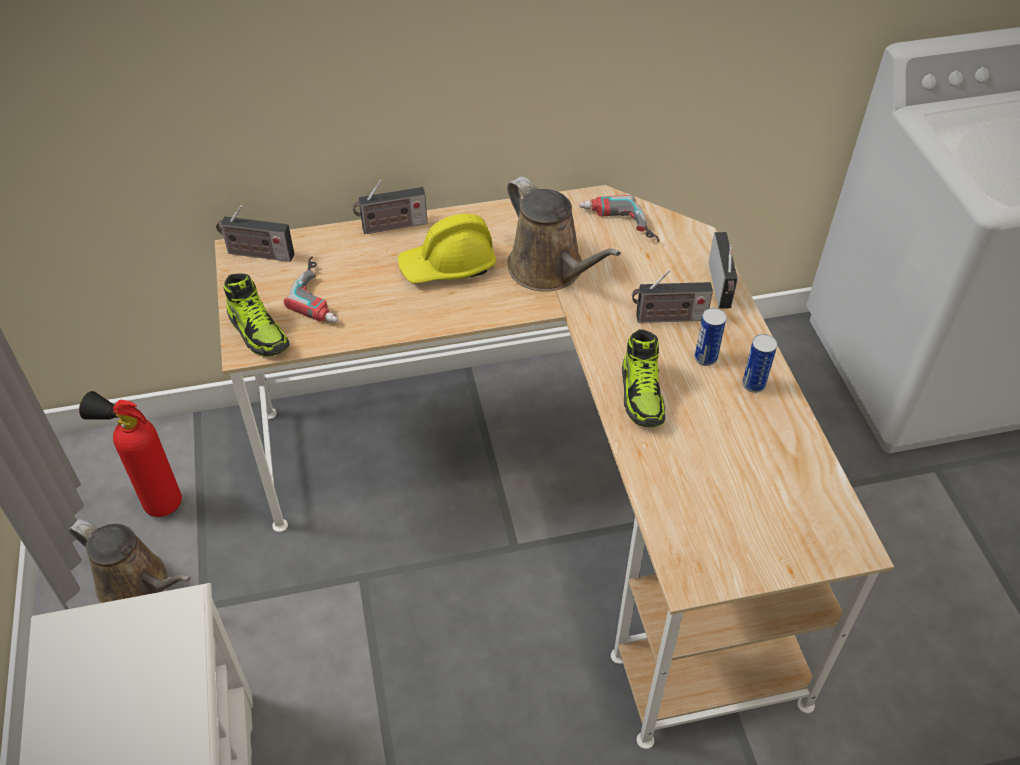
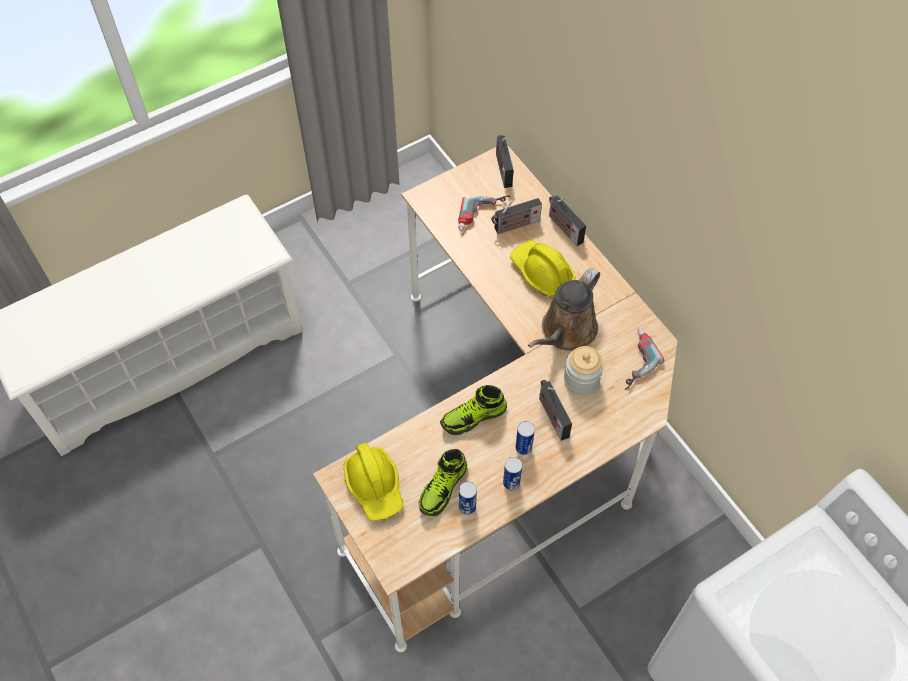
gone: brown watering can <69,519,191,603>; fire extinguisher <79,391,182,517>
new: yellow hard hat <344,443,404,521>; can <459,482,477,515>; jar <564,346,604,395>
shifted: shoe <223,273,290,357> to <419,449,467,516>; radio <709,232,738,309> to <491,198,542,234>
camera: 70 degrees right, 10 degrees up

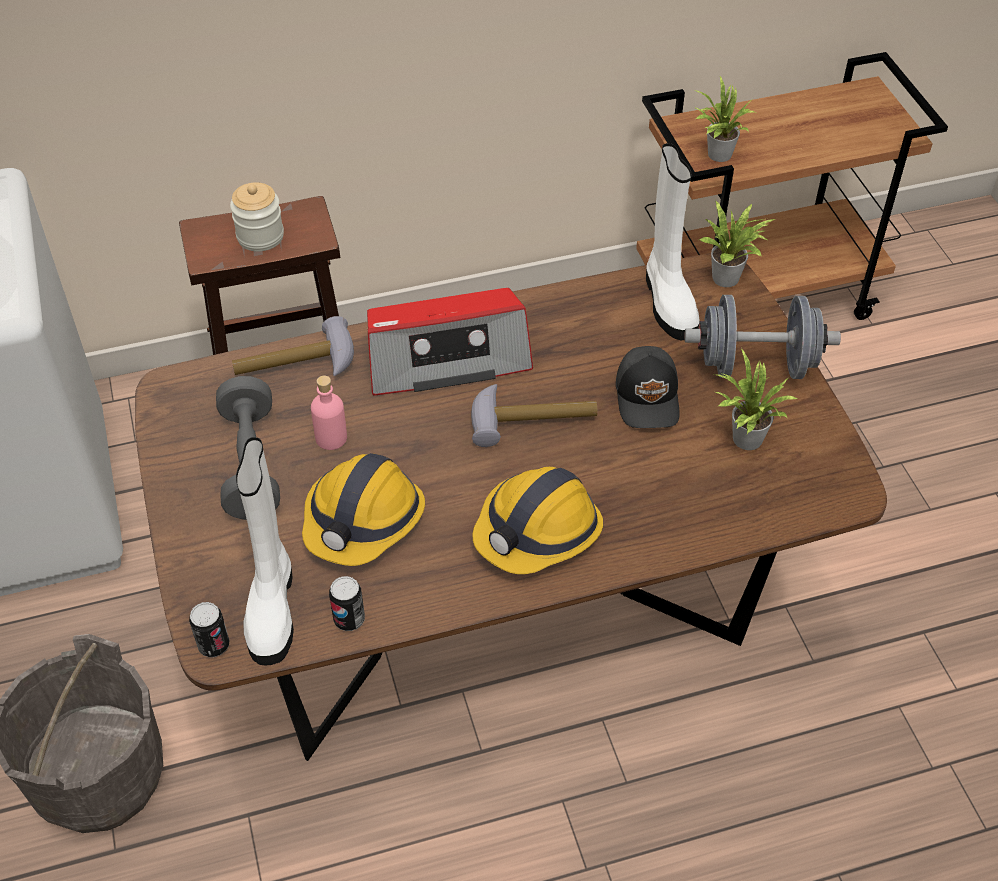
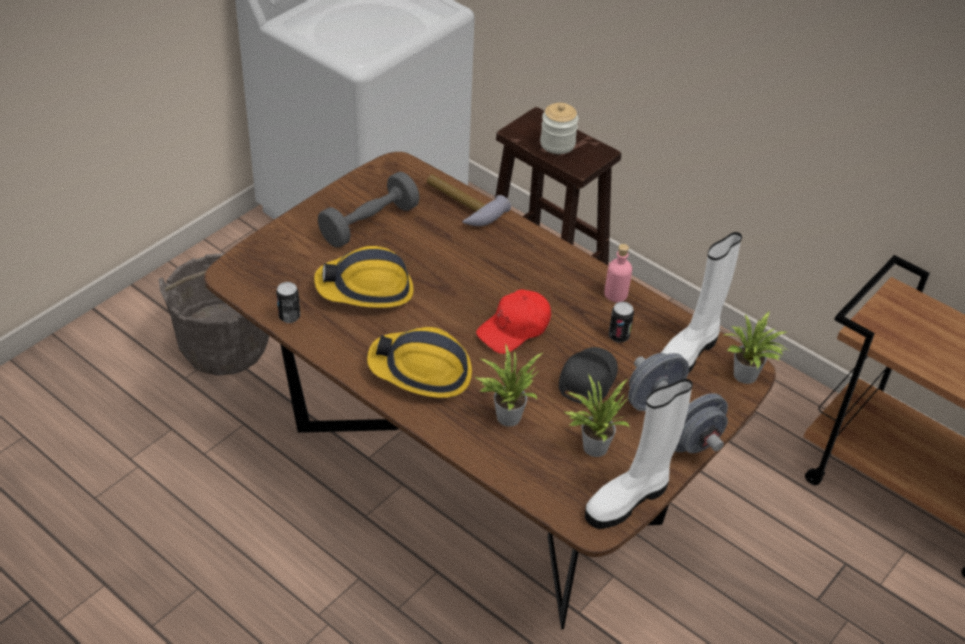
gone: radio <367,288,533,396>
shifted: potted plant <694,76,755,162> to <475,343,544,427>; white boot <236,437,294,666> to <585,379,693,529>; pink bottle <311,376,347,450> to <604,244,632,302>; can <189,602,229,657> to <608,301,634,343>
swapped: hammer <471,384,597,447> to red cap <476,289,551,354>
rotated: black cap <616,346,680,428> = <559,347,618,404> 150 degrees clockwise
camera: 55 degrees right, 5 degrees down

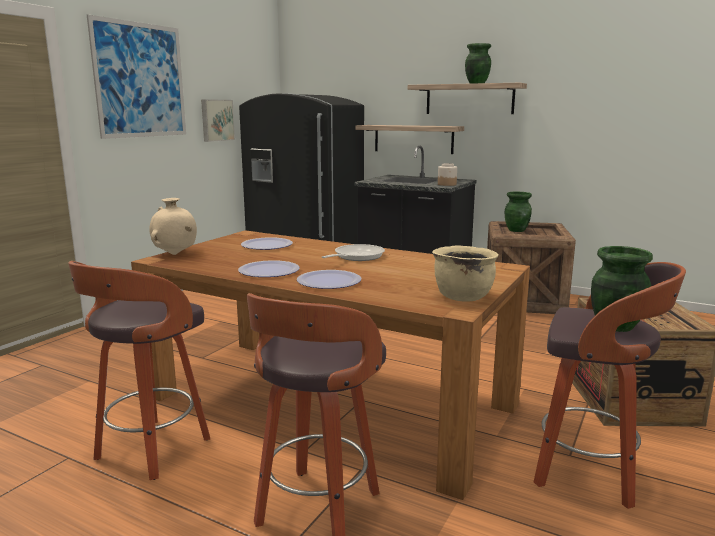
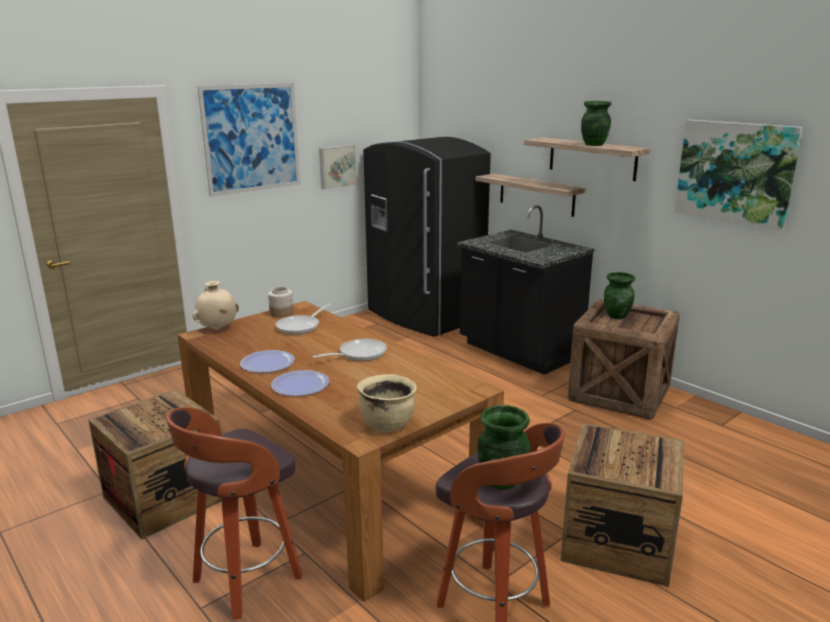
new: picture <675,120,803,230>
shifted: jar <438,163,457,186> to <268,287,294,318>
swapped: stool <68,261,210,480> to crate <88,389,222,539>; plate <241,237,293,250> to frying pan <276,304,331,335>
camera: 20 degrees right, 5 degrees up

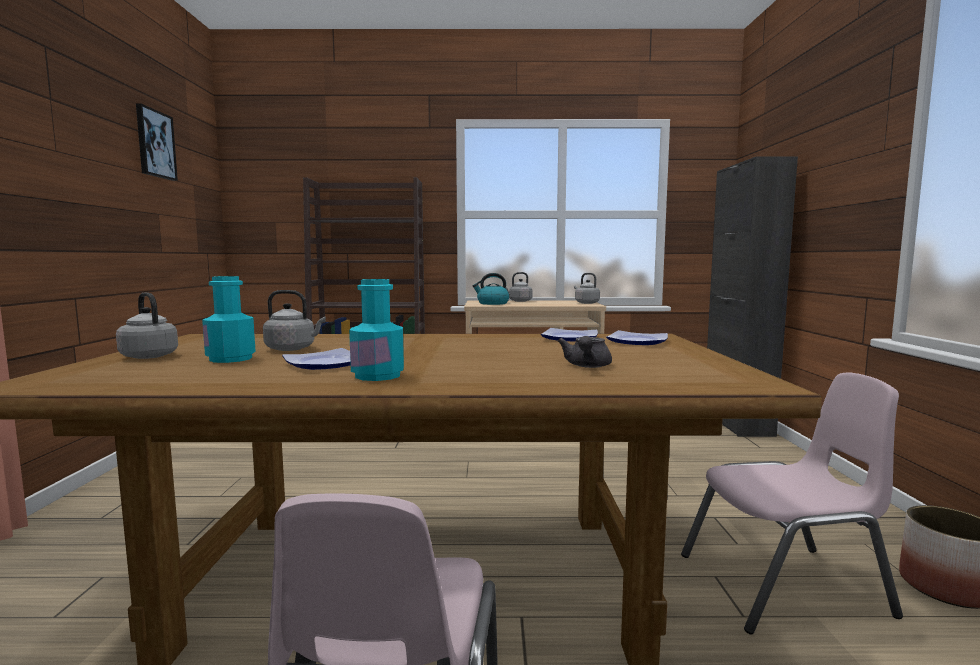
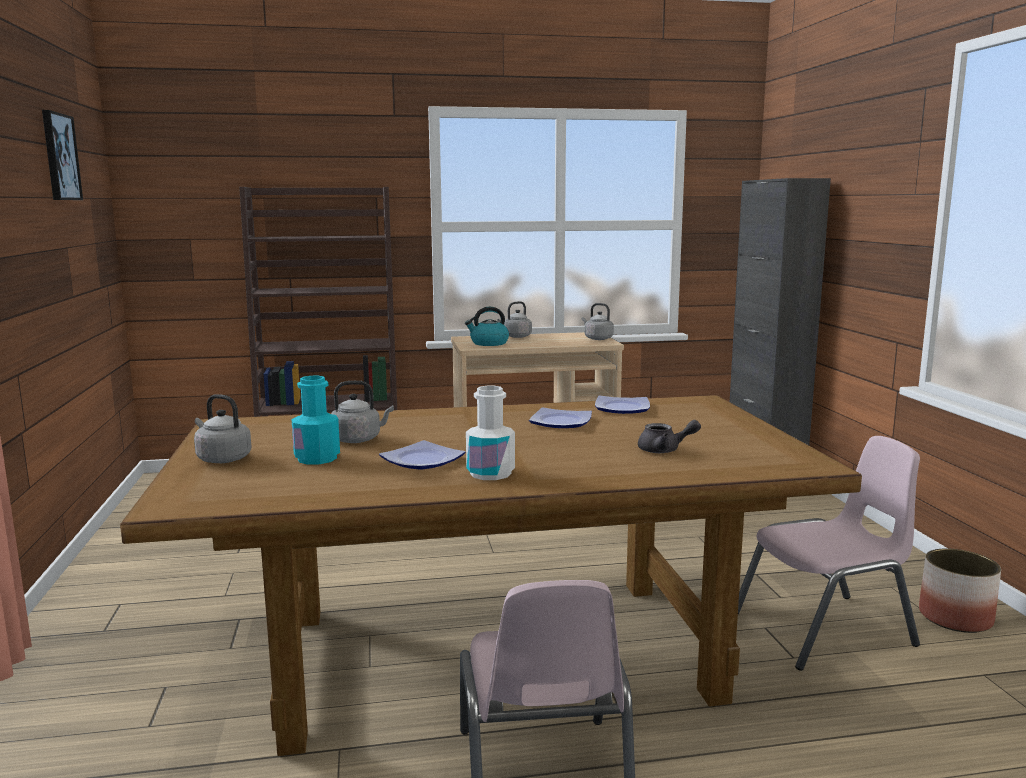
shifted: plate <606,330,668,345> to <529,407,592,428>
repainted: turquoise bottle <349,279,404,381> to white bottle <466,386,515,480>
rotated: grey teapot <558,336,612,368> = <638,420,701,453> 90 degrees counterclockwise
camera: 10 degrees left, 5 degrees up

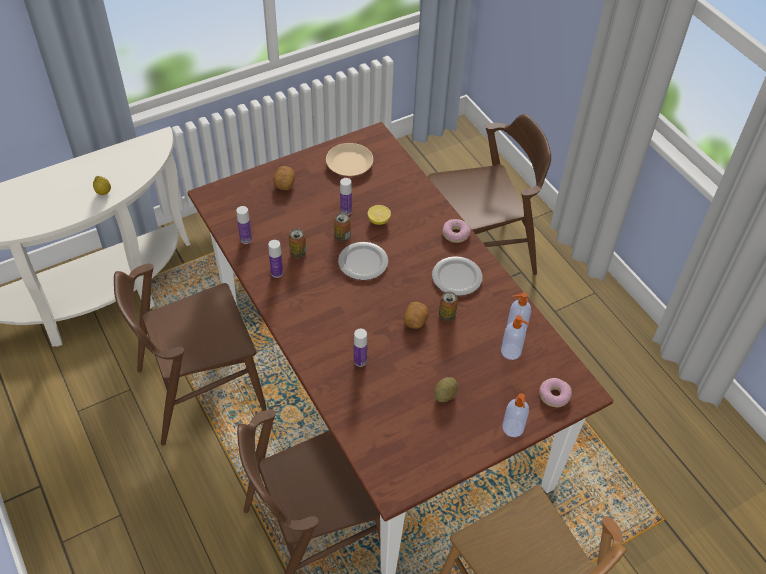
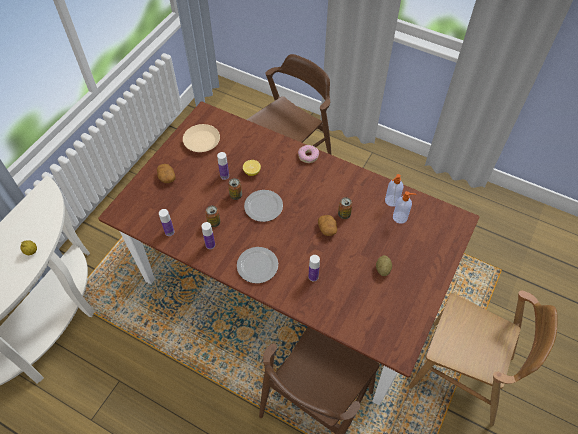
gone: brown chair <114,264,267,446>; soap dispenser <502,393,529,437>; donut <539,378,572,407>
shifted: plate <432,256,483,296> to <237,247,278,283>
camera: 30 degrees left, 5 degrees up

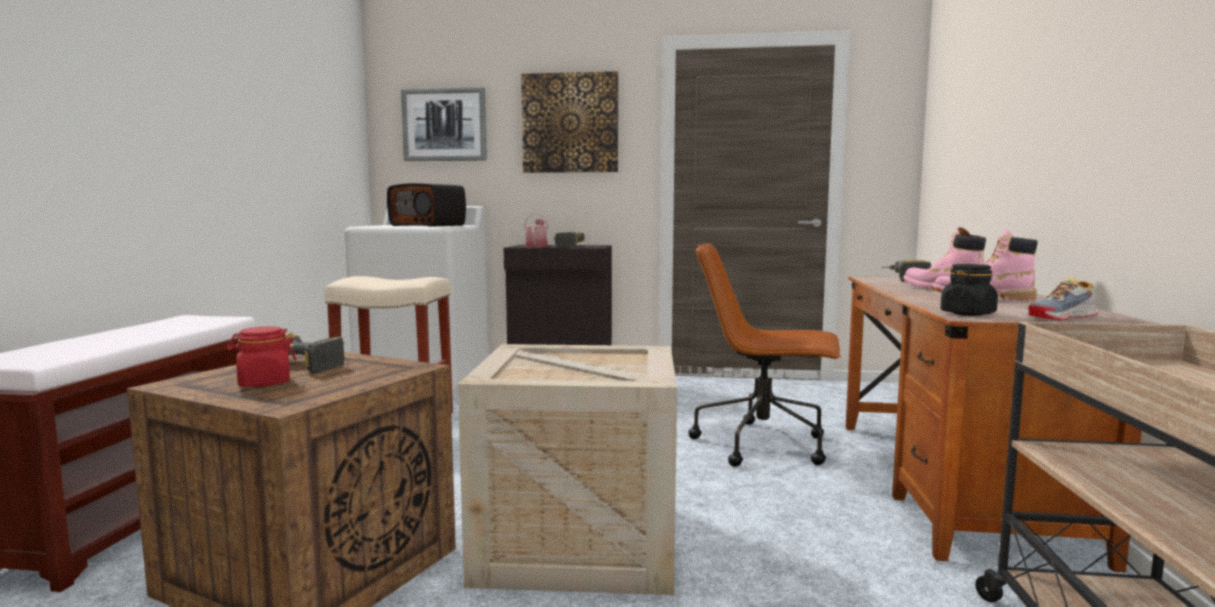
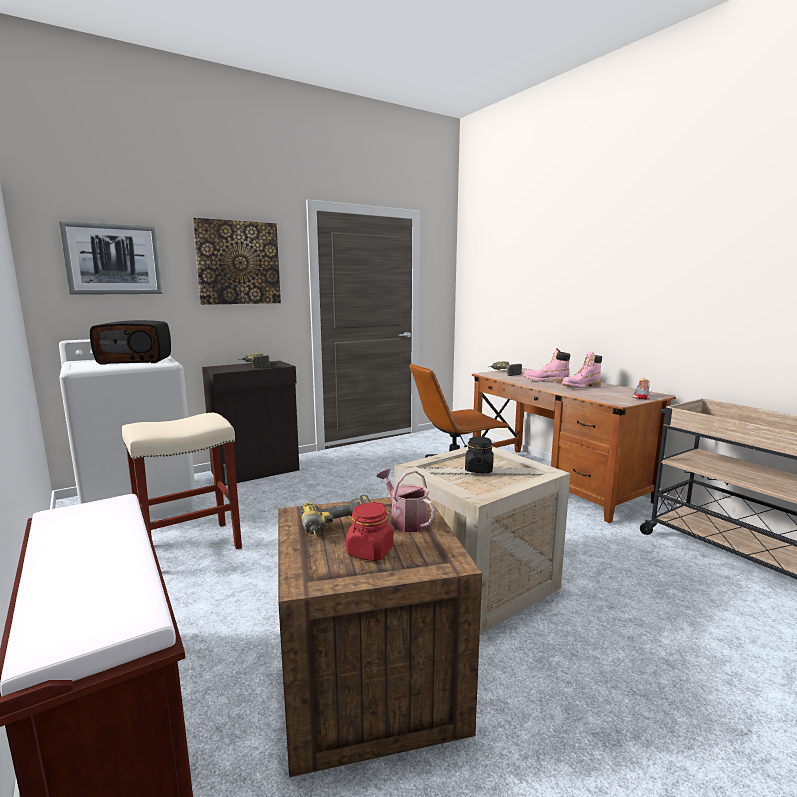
shifted: watering can <524,214,549,247> to <377,469,436,532>; black jar <940,264,998,316> to <465,437,494,473>
camera: 40 degrees left, 5 degrees up

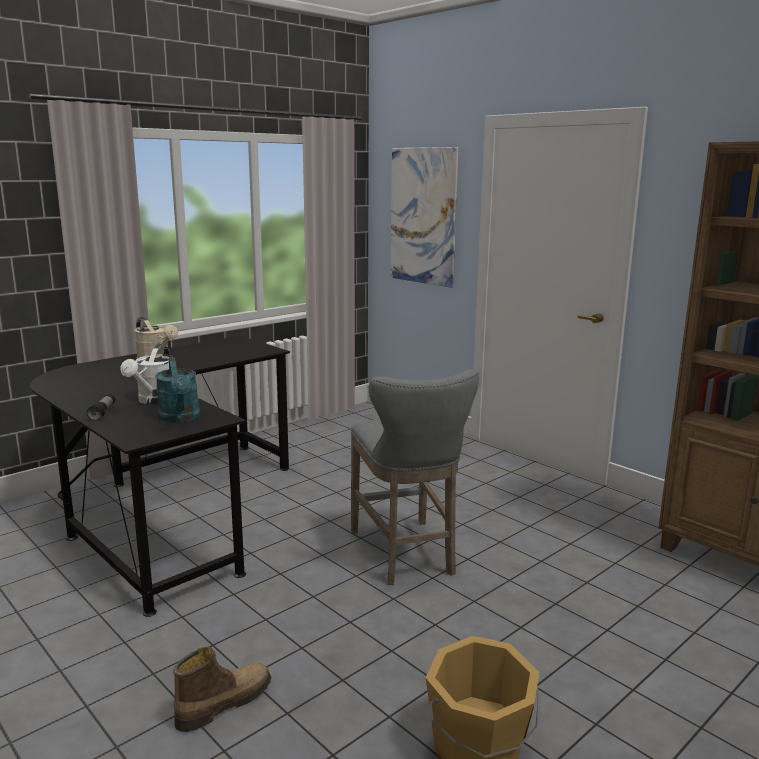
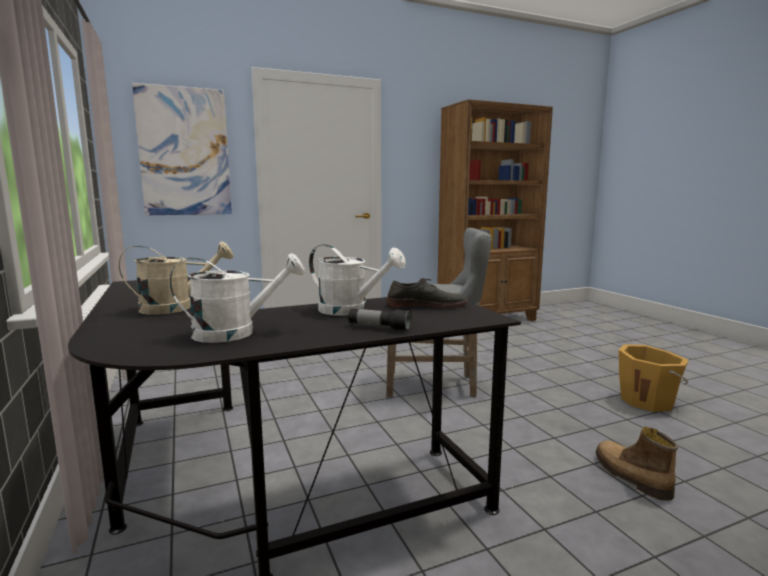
new: white watering can <169,253,305,343>
swapped: turquoise watering can <155,357,200,423> to grey shoe <386,278,468,308>
camera: 70 degrees left, 5 degrees down

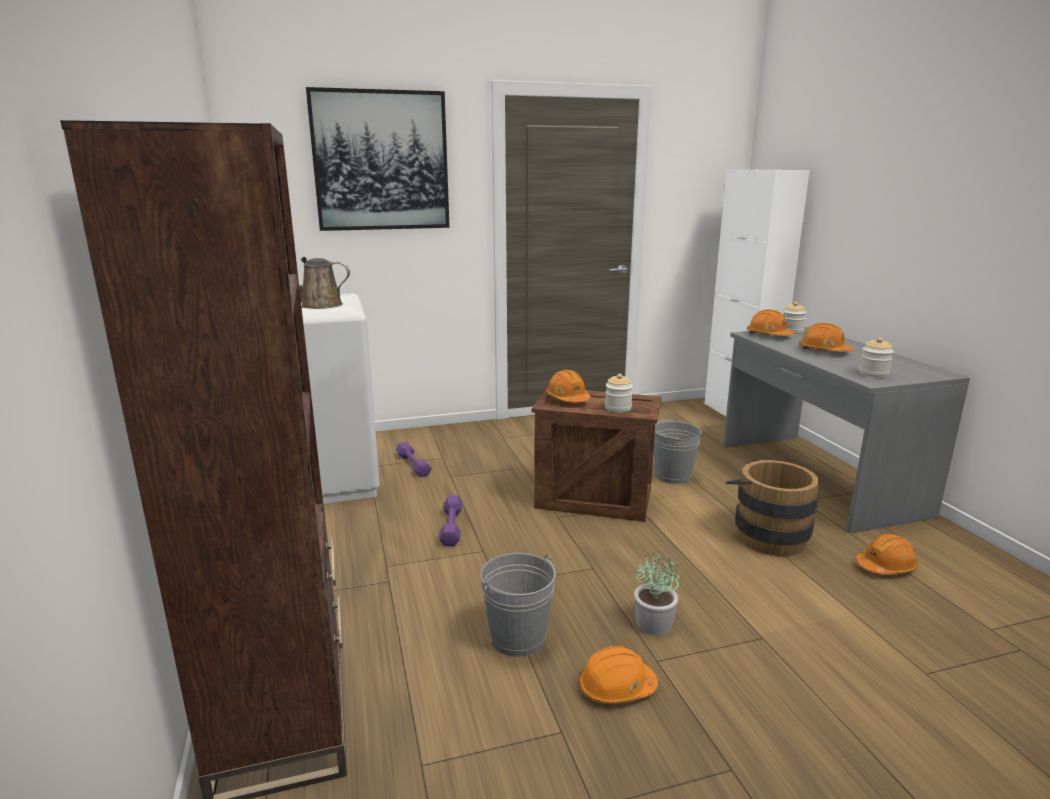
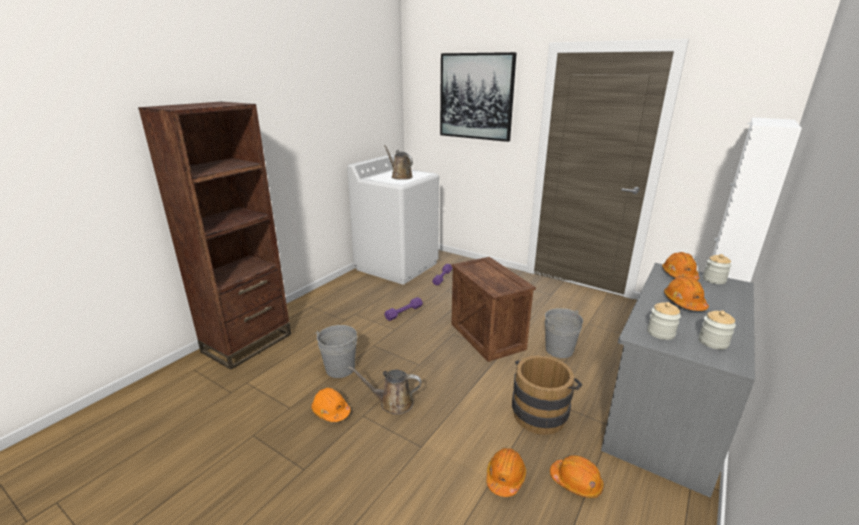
shifted: orange hard hat <546,369,591,403> to <486,448,526,497>; jar <605,374,633,413> to <699,311,736,350>
swapped: potted plant <634,550,679,635> to brown watering can <349,366,422,415>
camera: 50 degrees right, 5 degrees up

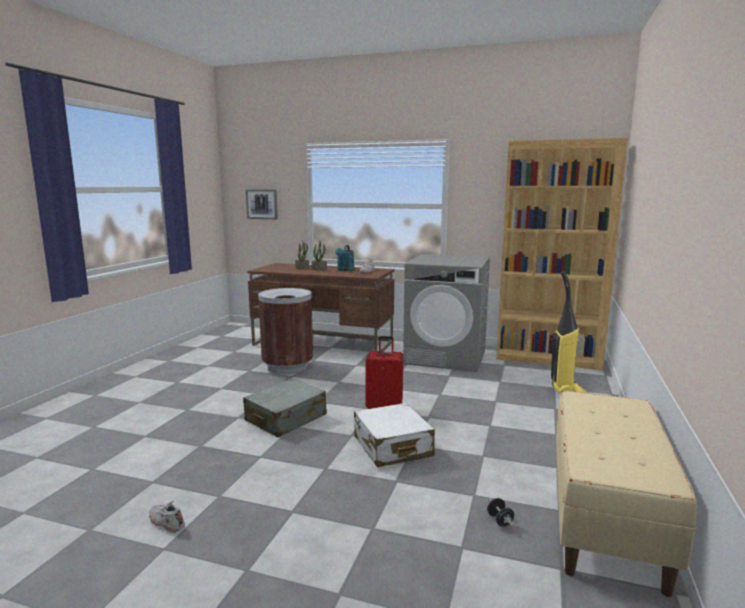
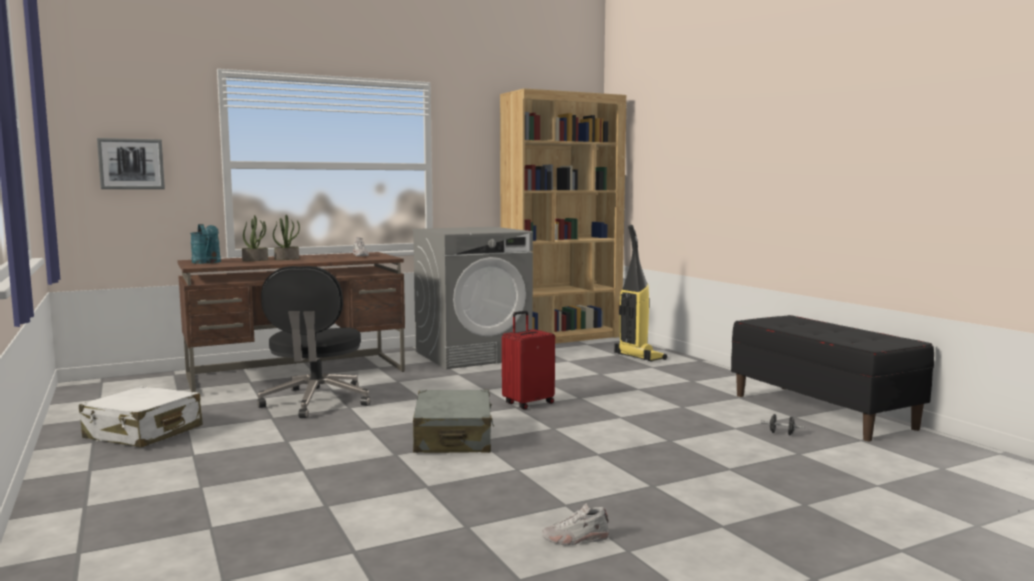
shifted: white suitcase <354,403,435,467> to <79,386,203,448>; turquoise watering can <335,245,355,271> to <190,224,221,264>
swapped: brown trash can <258,288,313,374> to black office chair <257,266,370,418>
repainted: beige bench <556,391,697,597> to black bench <731,315,934,441>
camera: 45 degrees left, 5 degrees down

